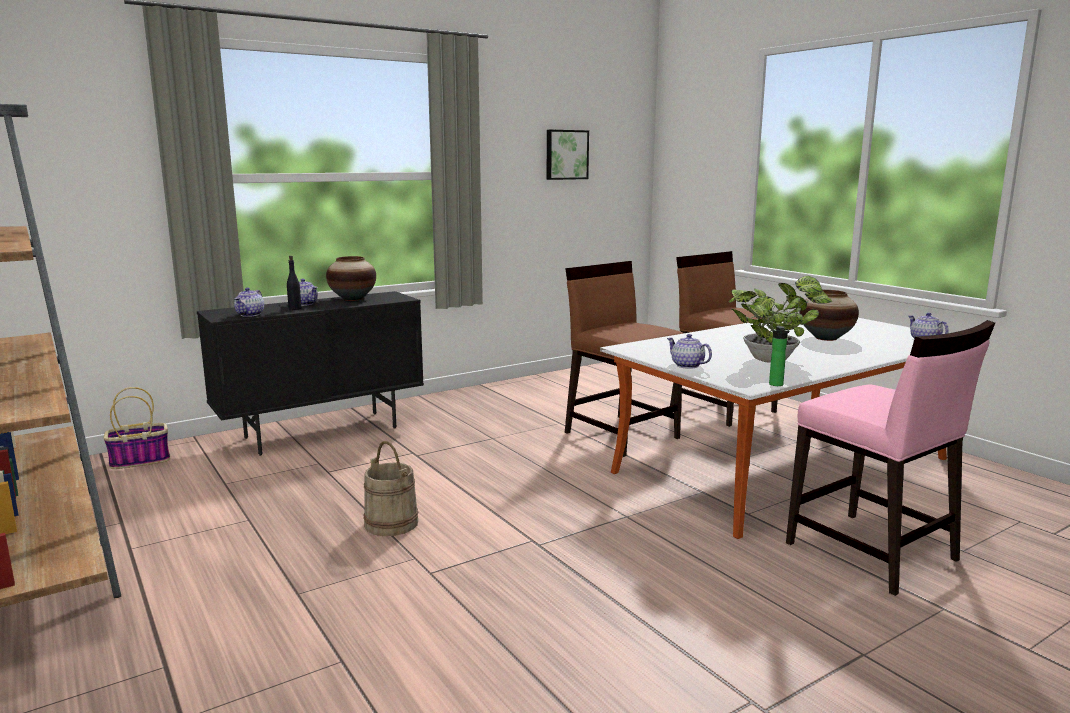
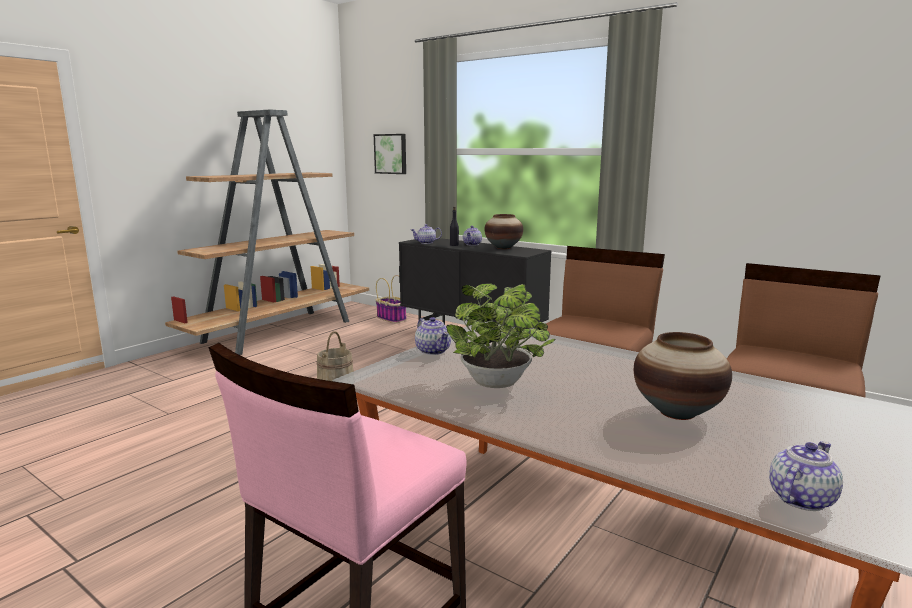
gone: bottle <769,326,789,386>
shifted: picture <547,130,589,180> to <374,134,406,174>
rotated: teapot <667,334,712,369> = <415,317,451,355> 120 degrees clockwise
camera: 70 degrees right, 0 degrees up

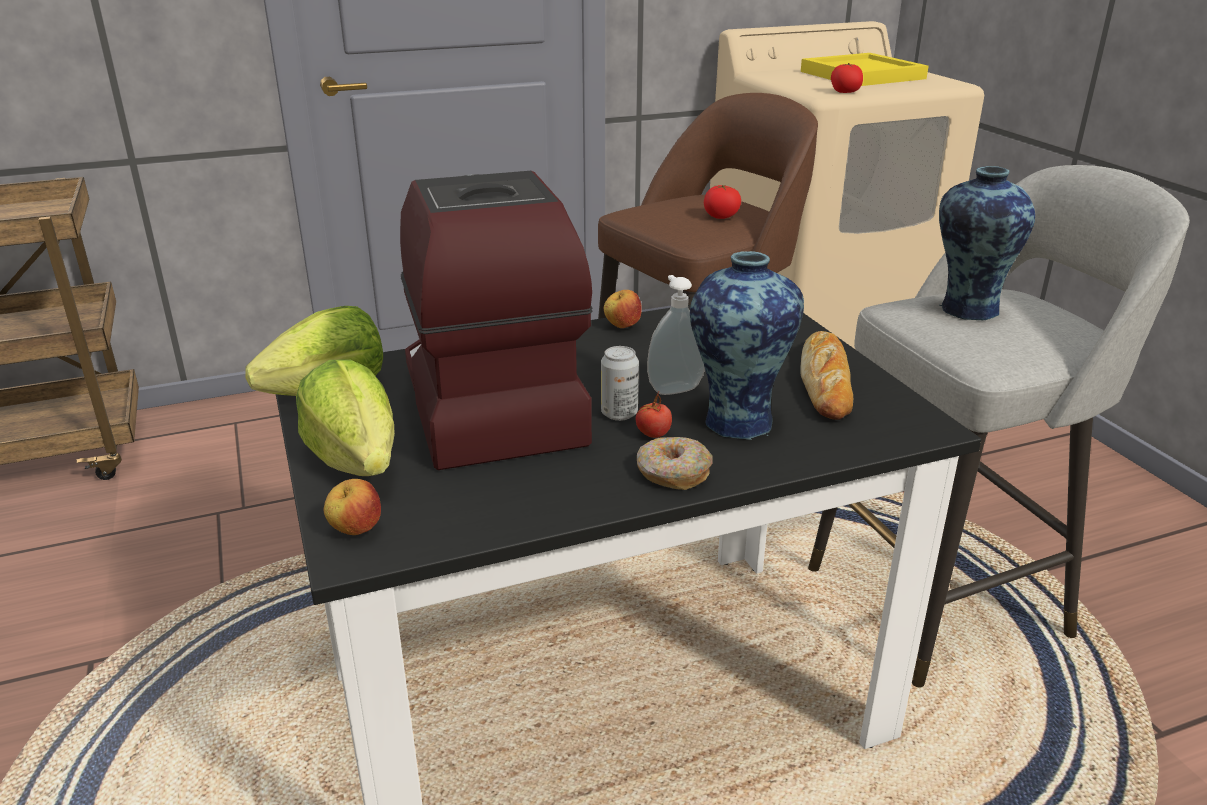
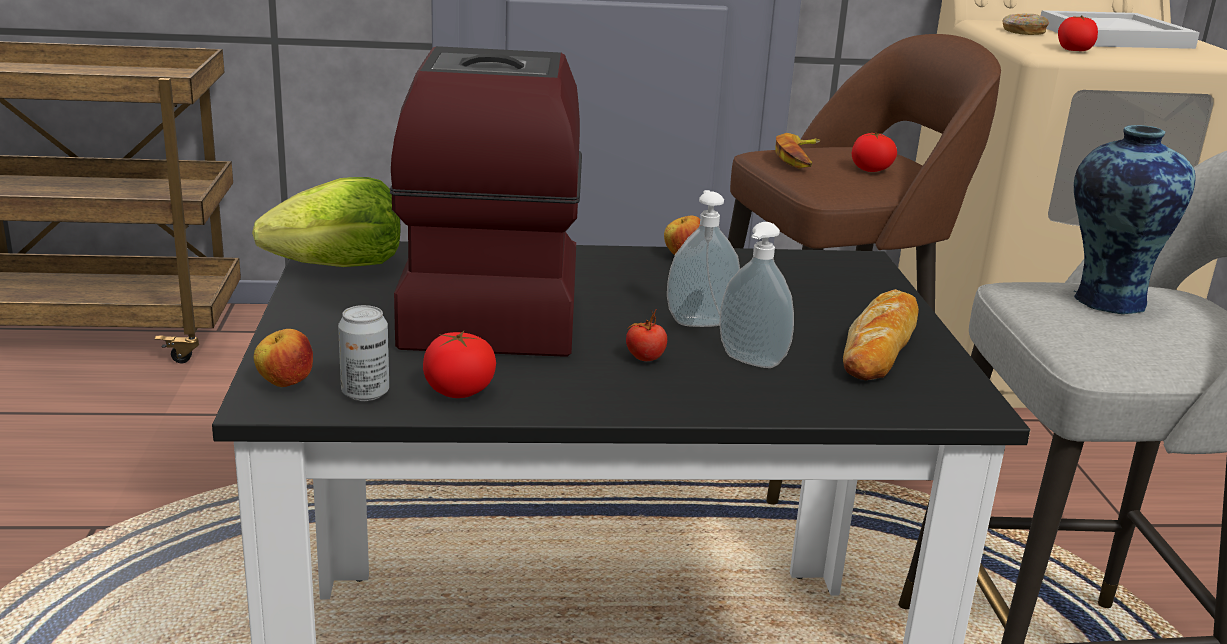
gone: lettuce <296,359,395,476>
new: tomato <423,331,496,398>; banana <775,133,821,168>
shifted: can <601,346,639,421> to <338,305,389,401>; donut <637,437,713,490> to <1002,13,1049,35>
swapped: vase <690,251,804,440> to soap dispenser <719,222,794,368>
repainted: yellow tray <801,53,928,86> to white tray <1041,10,1200,49>
camera: 15 degrees right, 5 degrees down

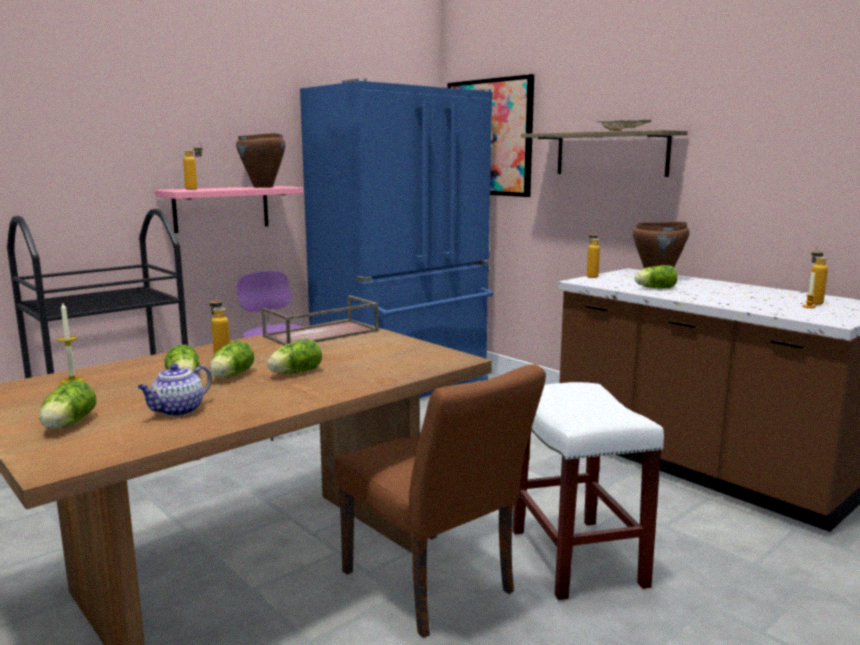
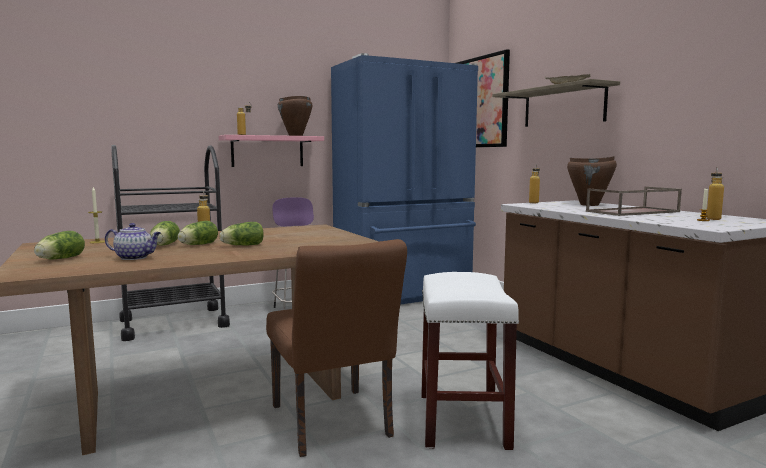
gone: lettuce <634,265,678,288>
shifted: brown tray <262,295,379,345> to <586,187,682,216>
rotated: teapot <137,364,212,416> = <105,223,161,260> 135 degrees counterclockwise
camera: 15 degrees right, 5 degrees down

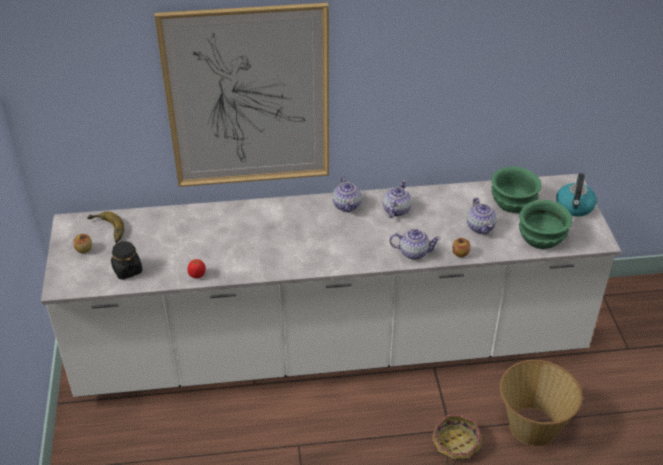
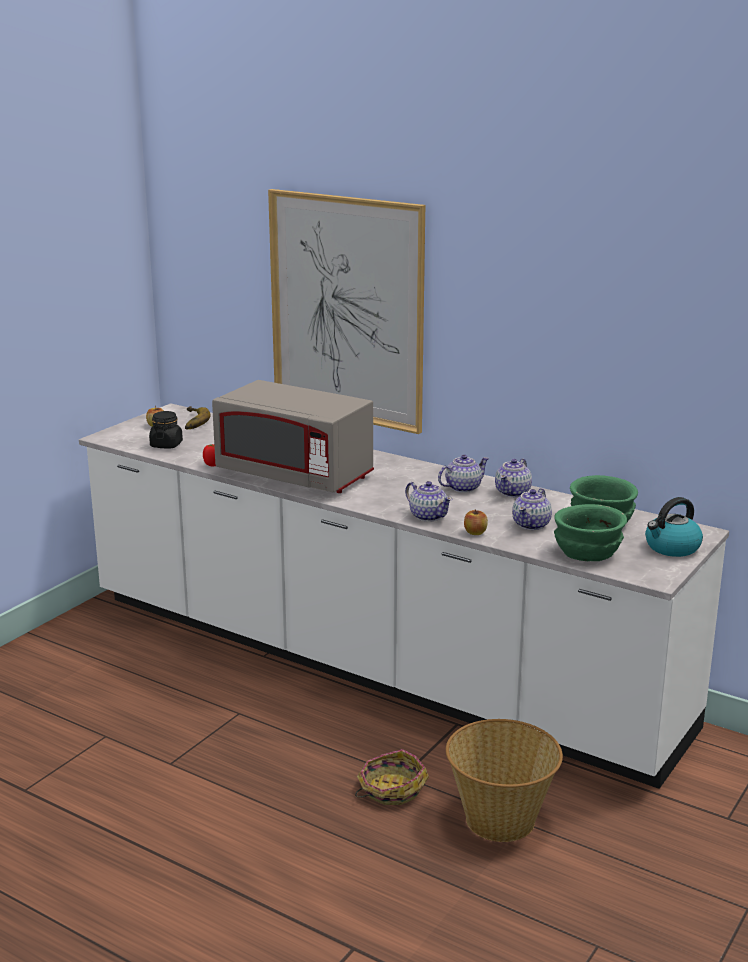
new: grey microwave <212,380,374,493>
shifted: teapot <333,177,361,213> to <495,458,532,497>
camera: 40 degrees right, 20 degrees down

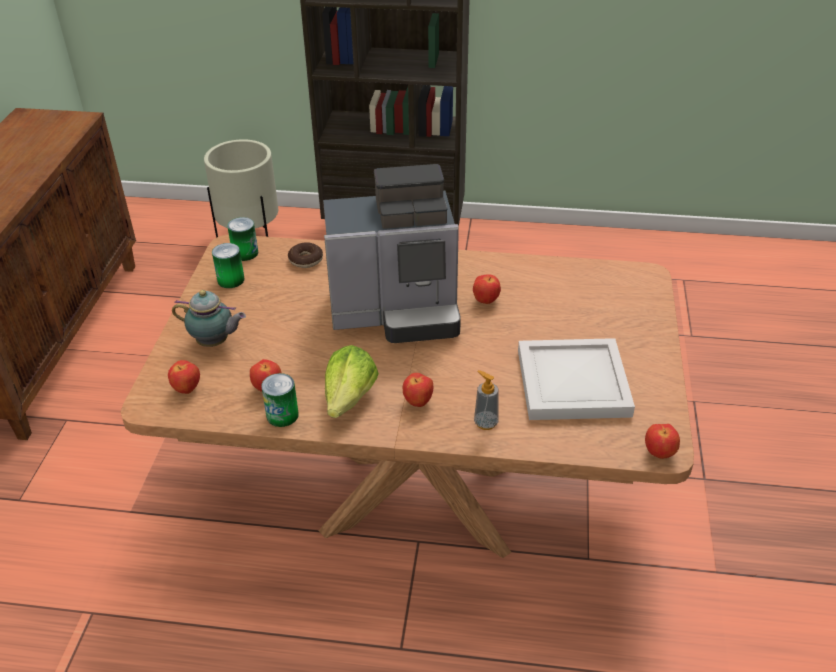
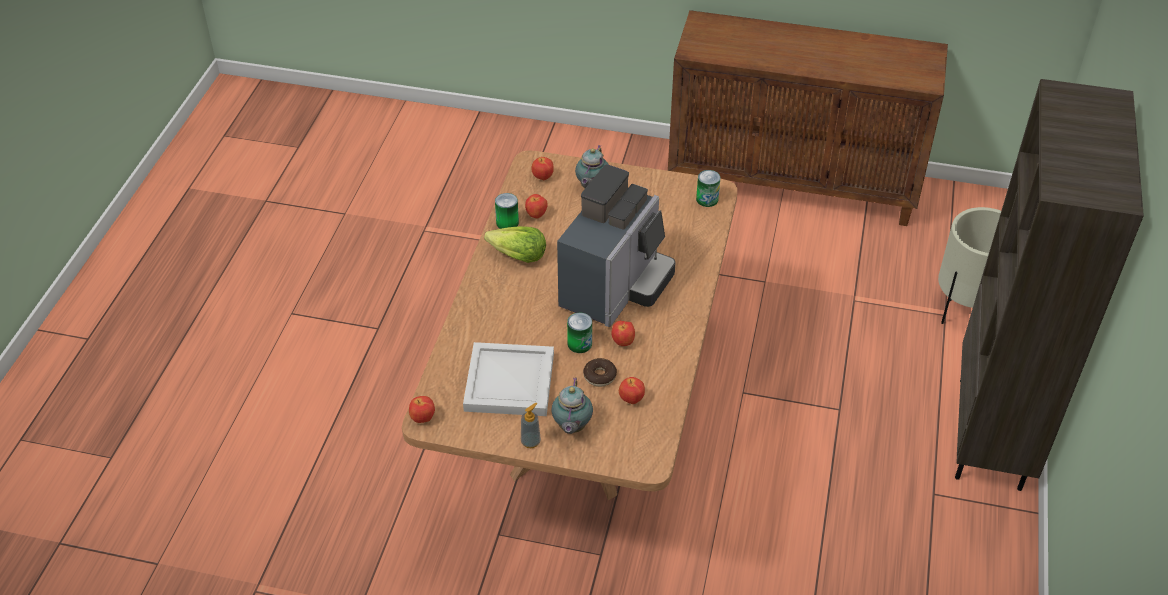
new: teapot <552,377,593,434>
shifted: soap dispenser <474,370,499,430> to <521,403,541,448>; can <212,243,245,288> to <567,313,592,353>; donut <288,242,323,268> to <583,358,617,387>; apple <403,373,433,407> to <619,377,645,404>
rotated: coffee machine <323,164,461,343> = <557,164,676,327> 150 degrees counterclockwise
camera: 95 degrees right, 5 degrees up

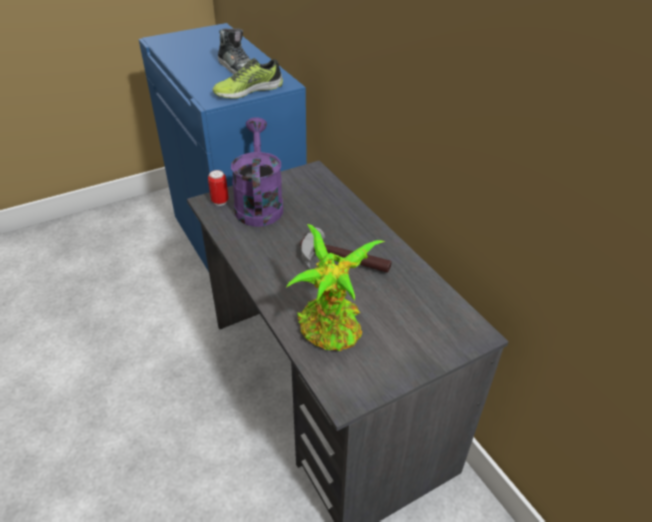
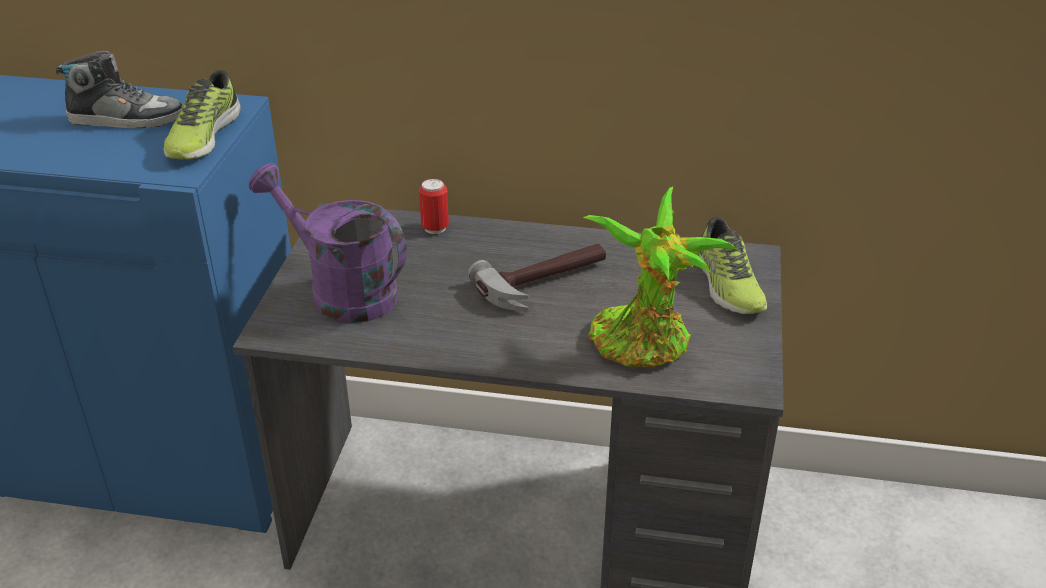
new: shoe <698,217,767,314>
shifted: can <208,170,229,206> to <419,178,449,234>
camera: 50 degrees left, 5 degrees down

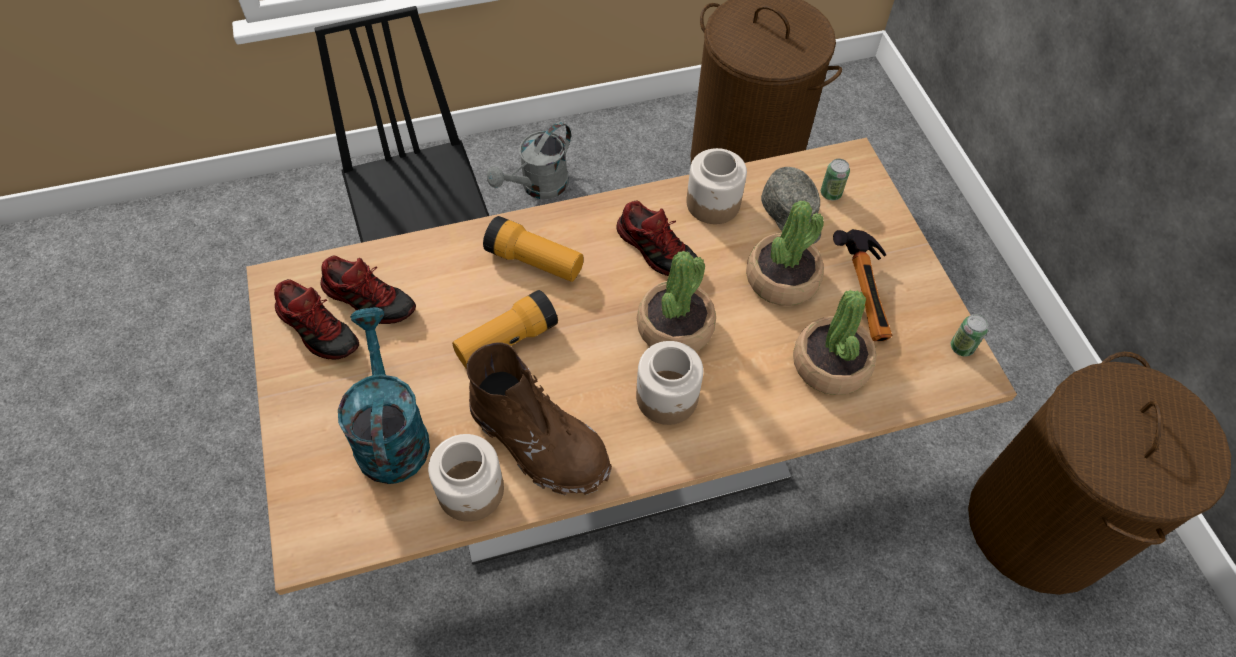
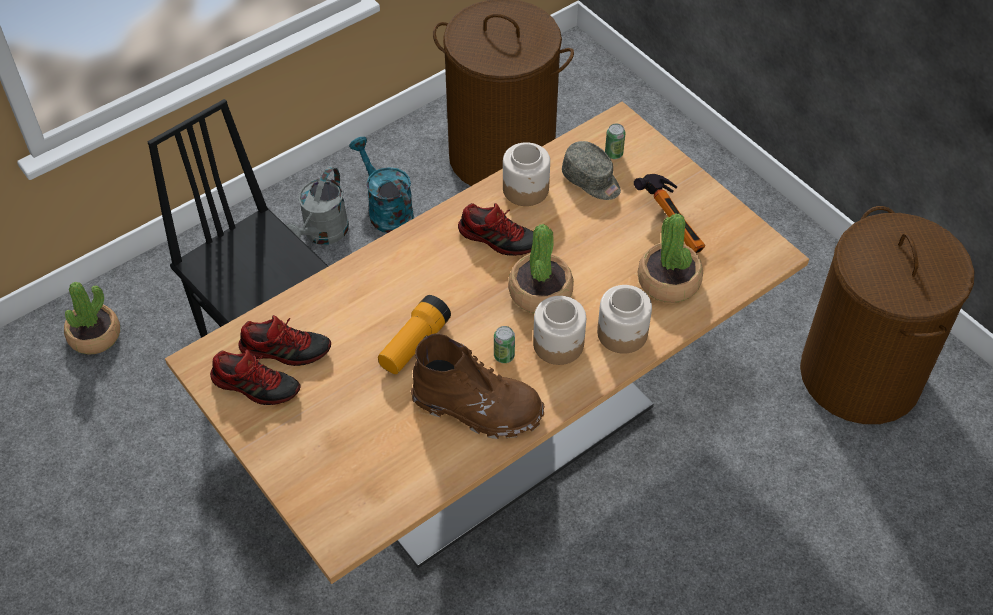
gone: flashlight <483,216,583,282>
shifted: potted plant <746,200,824,306> to <64,282,120,354>; turquoise watering can <338,307,430,484> to <349,137,414,233>; can <951,314,988,356> to <494,326,515,363>; jar <428,434,504,522> to <597,285,652,354>
camera: 20 degrees left, 5 degrees down

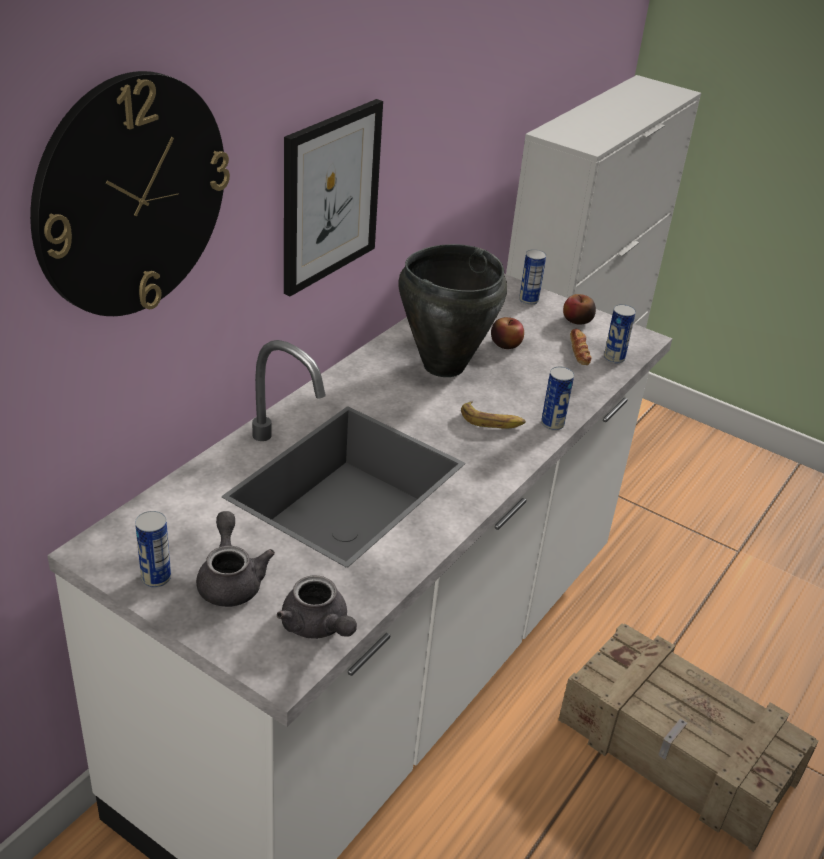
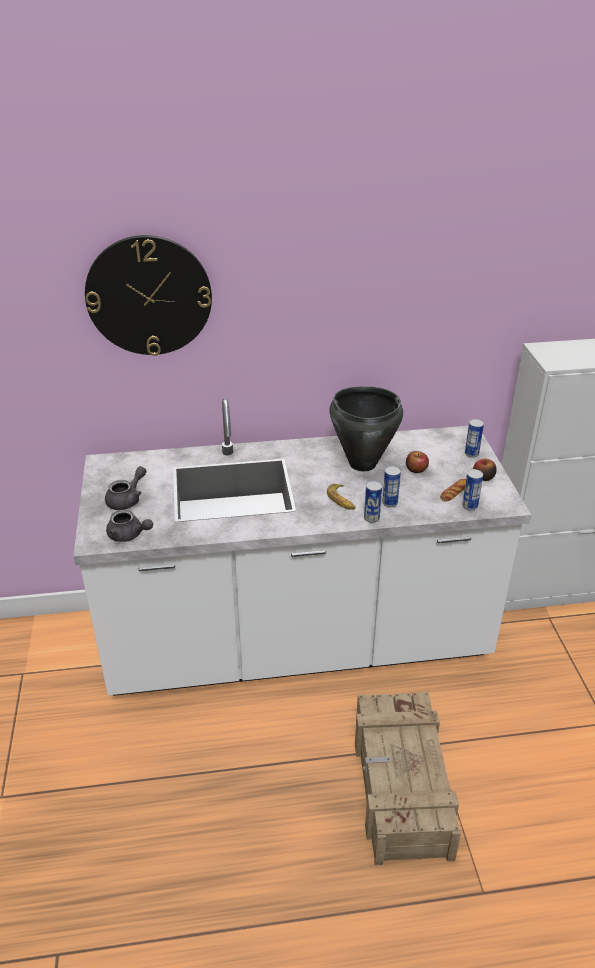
gone: picture <284,99,383,296>
shifted: can <135,511,171,588> to <382,466,401,507>
rotated: grey teapot <277,575,357,639> = <106,510,153,542> 75 degrees counterclockwise
camera: 50 degrees right, 0 degrees up

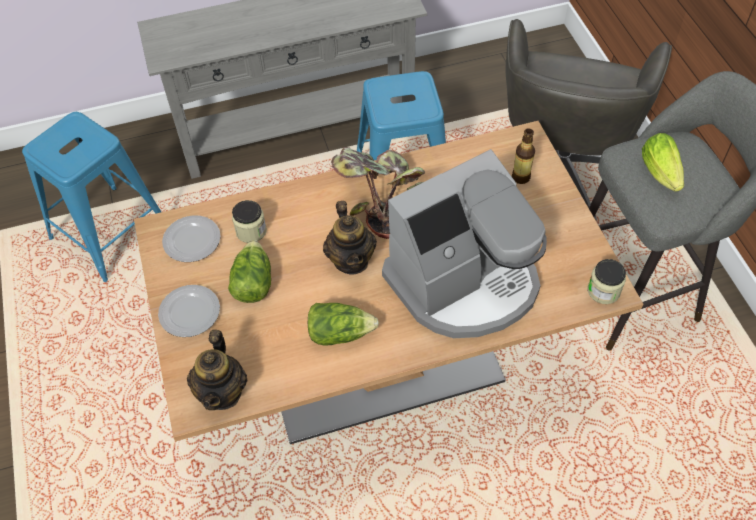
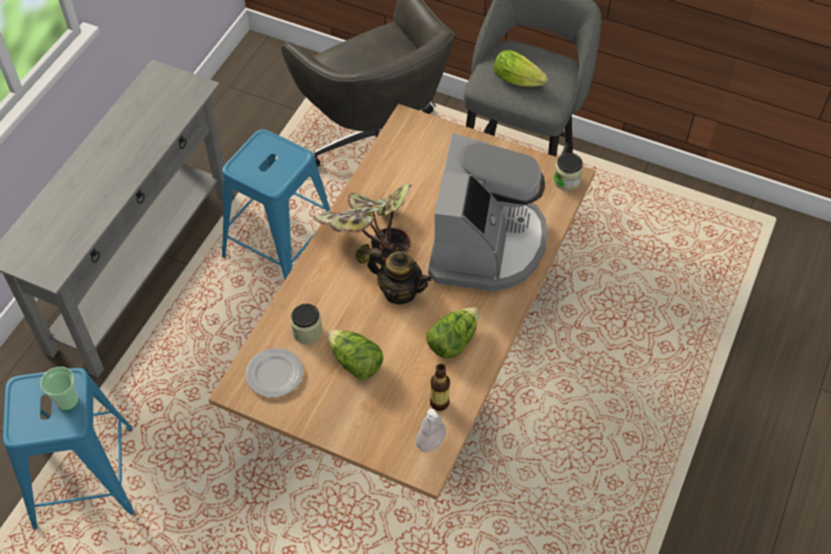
gone: plate <158,285,220,337>
new: cup <40,367,79,411>
shifted: bottle <512,128,535,184> to <430,364,450,411>
swapped: teapot <187,330,247,410> to soap dispenser <415,409,446,452>
camera: 50 degrees left, 0 degrees up

